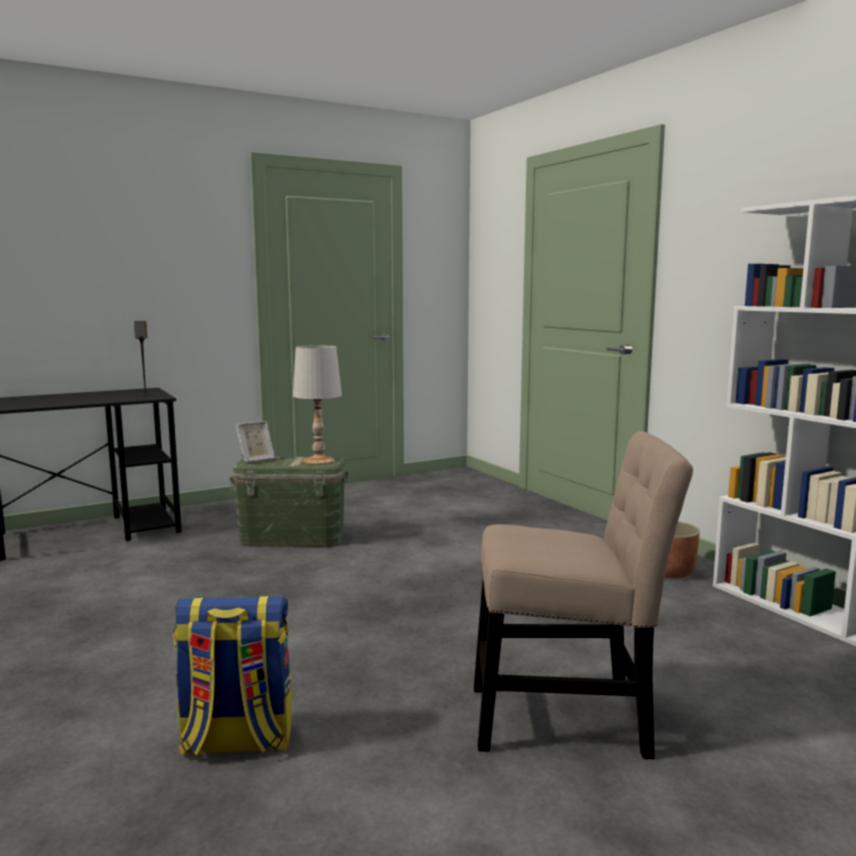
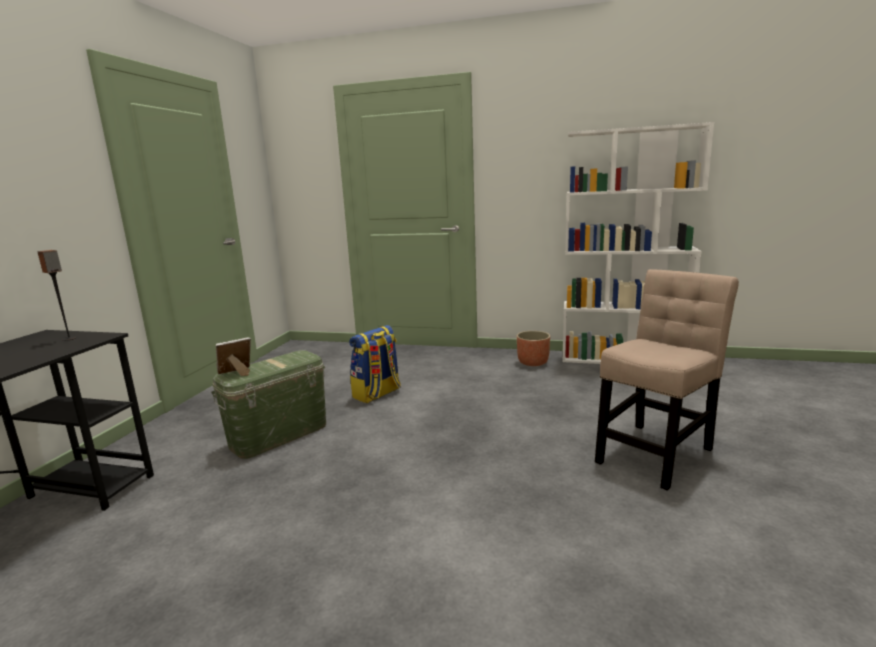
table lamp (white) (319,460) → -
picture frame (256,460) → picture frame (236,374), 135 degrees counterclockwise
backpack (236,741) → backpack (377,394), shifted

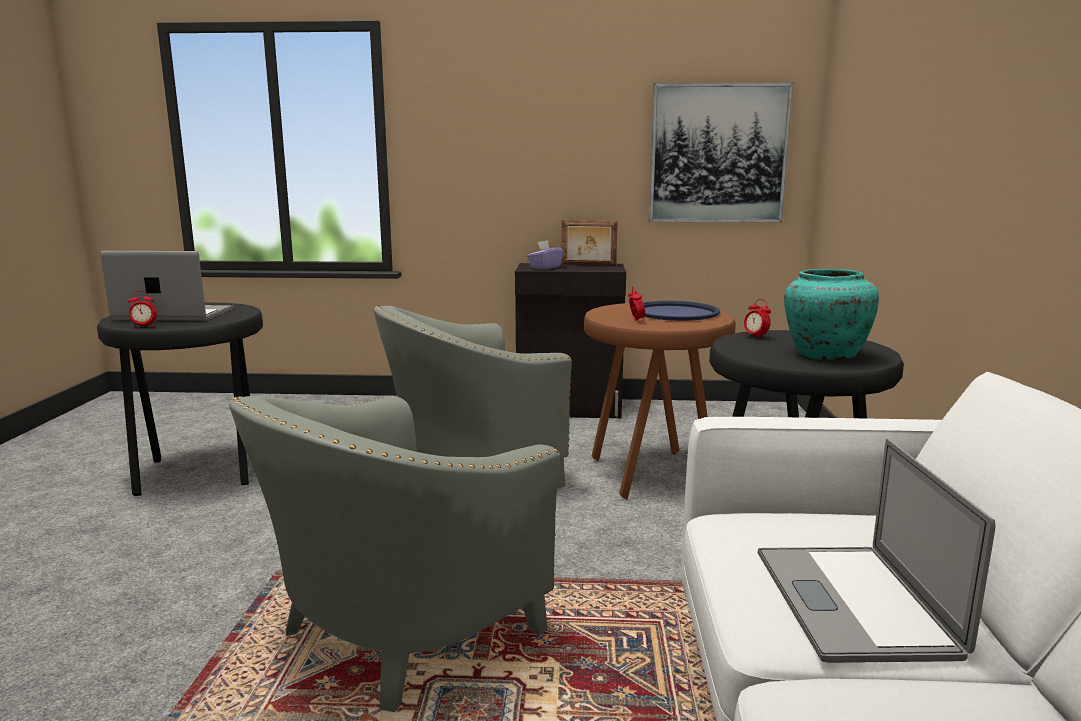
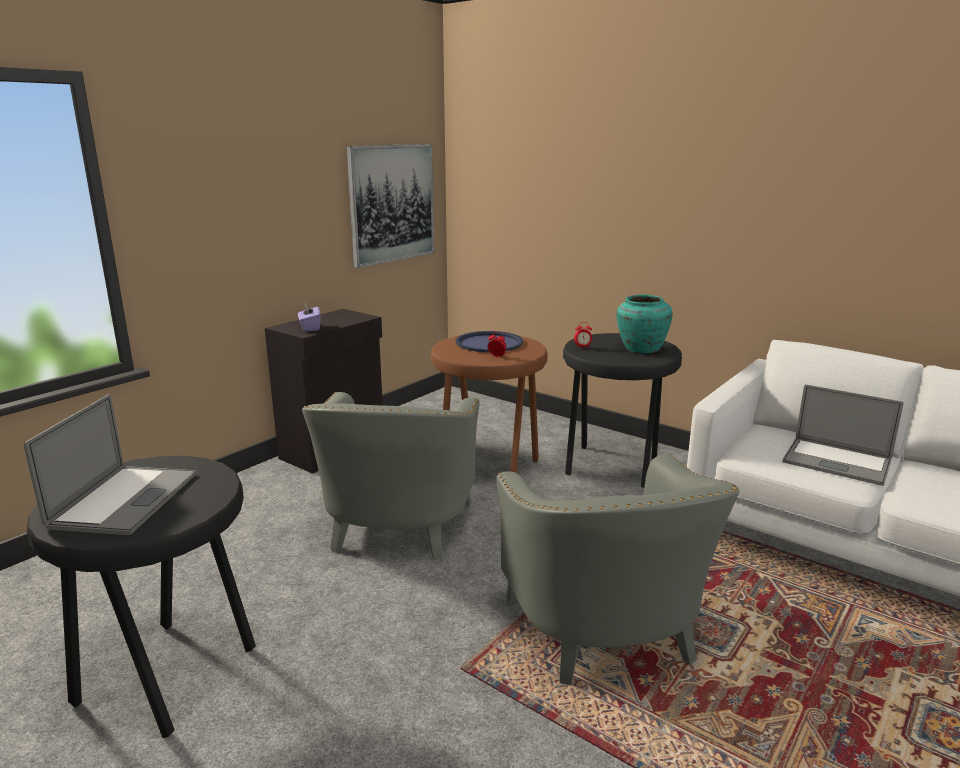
picture frame (588,265) → -
laptop (174,314) → laptop (125,500), 150 degrees clockwise
alarm clock (144,327) → -

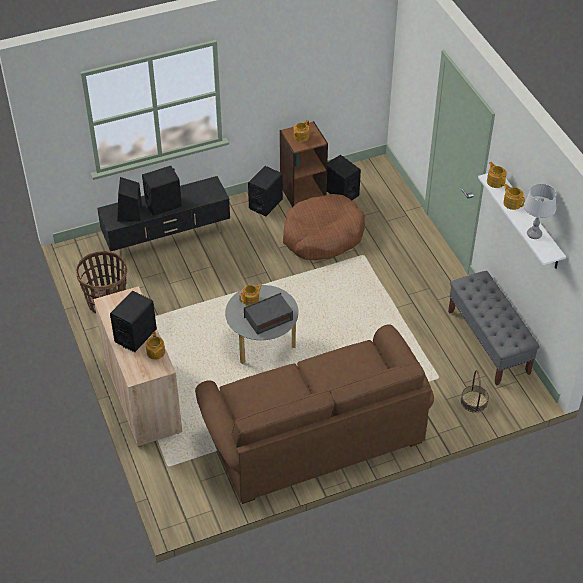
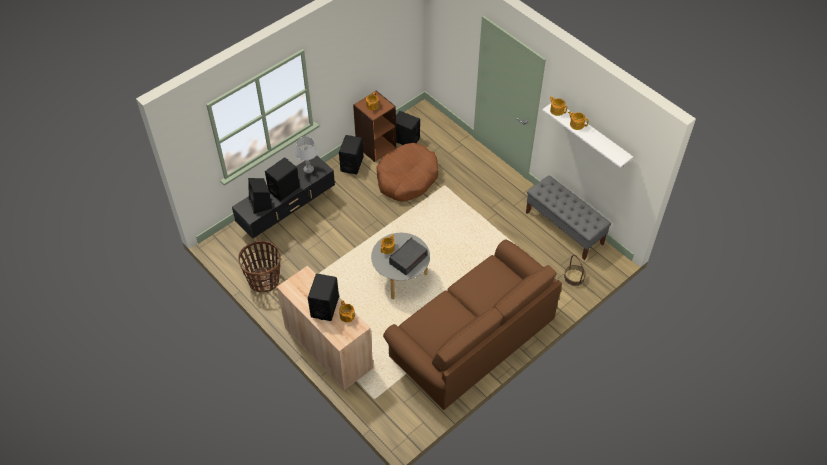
table lamp (grey) (534,234) → table lamp (grey) (308,170), shifted

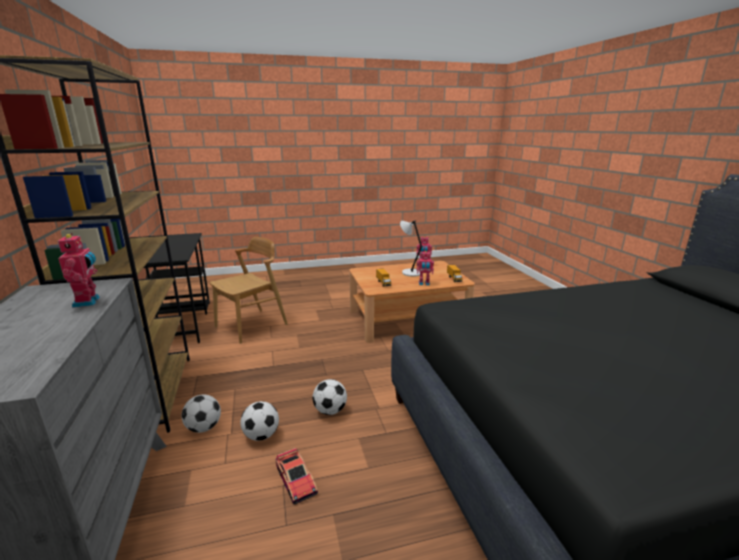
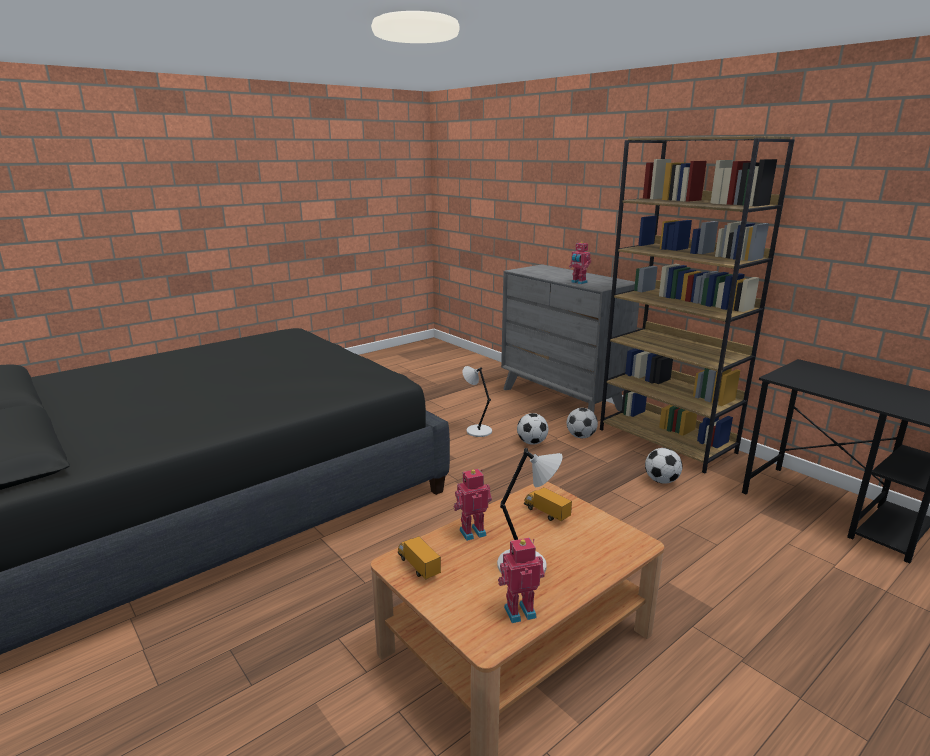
chair (brown) (252,325) → -
football (330,410) → football (661,481), shifted
toy car (296,481) → table lamp (grey) (477,431)

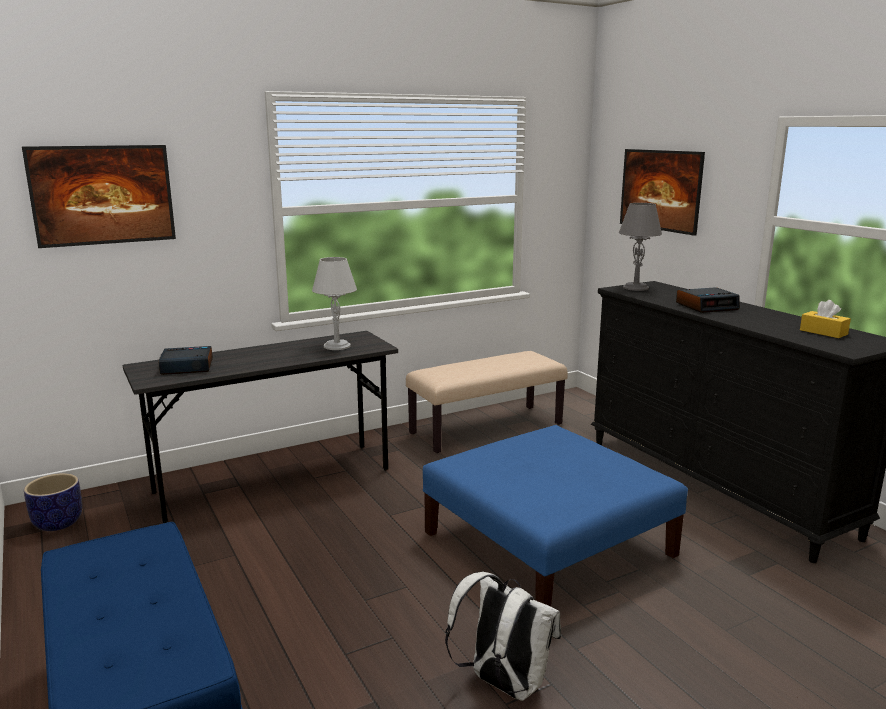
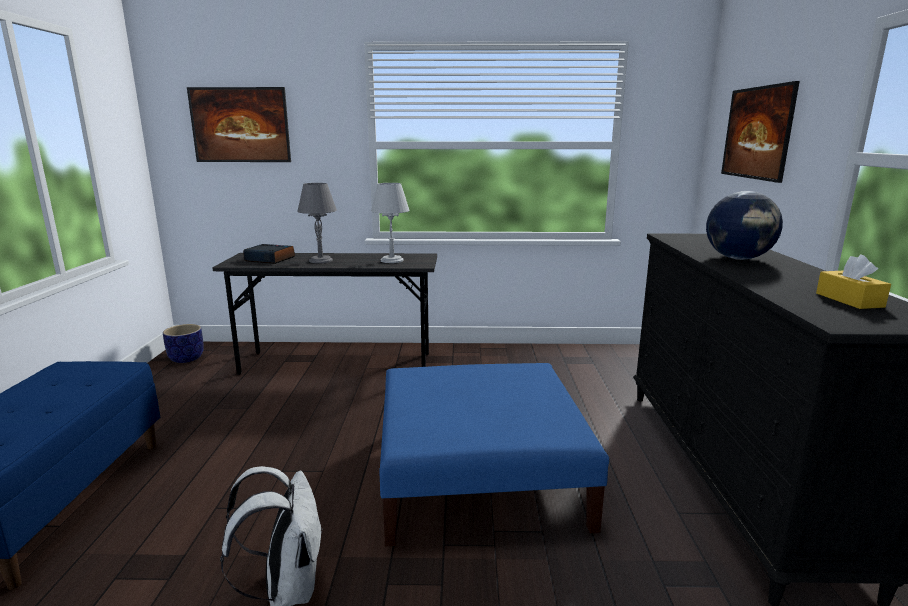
table lamp (grey) (636,288) → table lamp (grey) (321,260), shifted
alarm clock (707,306) → globe (738,258)
bench (beige) (486,428) → -

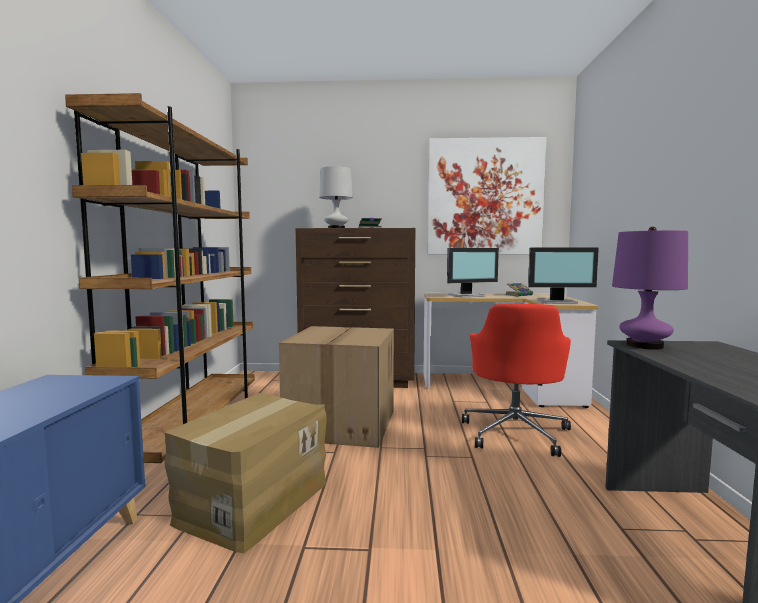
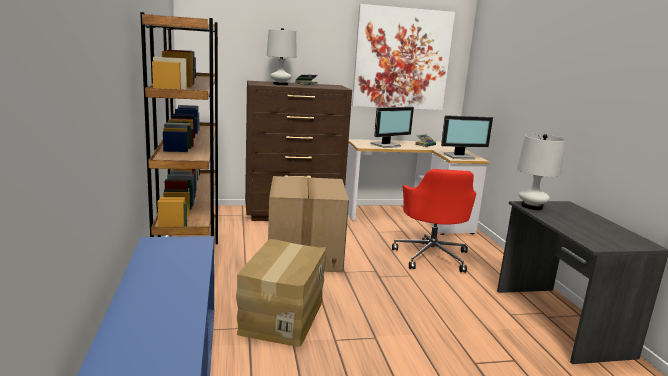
table lamp (purple) (644,346) → table lamp (white) (531,206)

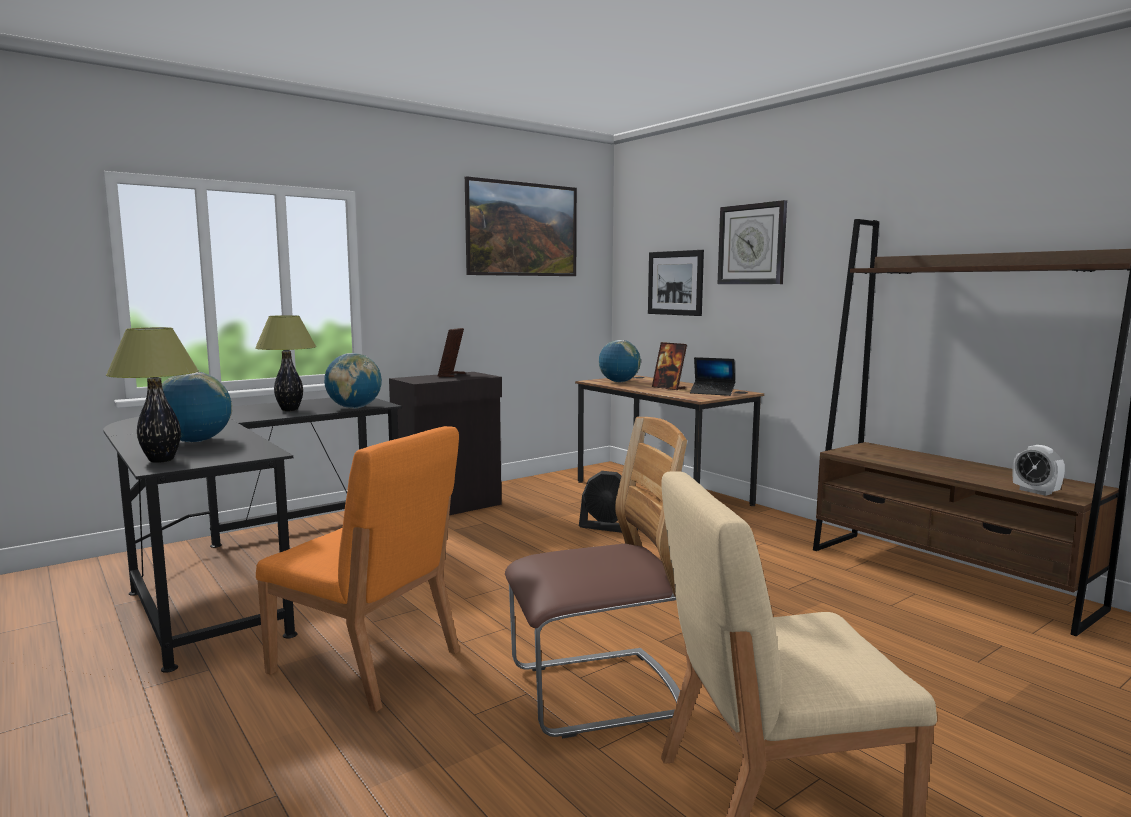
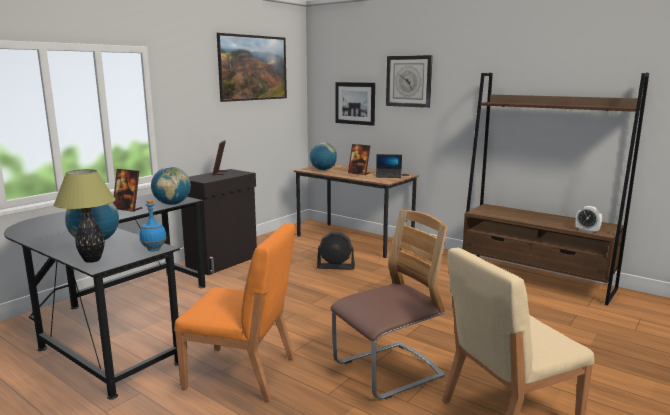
table lamp (290,410) → picture frame (127,209)
- → bottle (blue) (153,249)

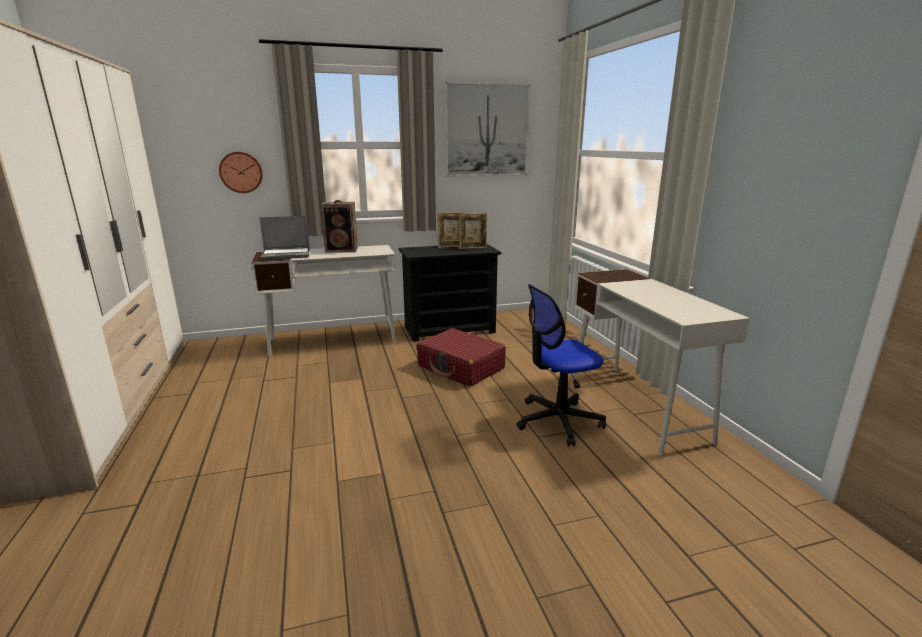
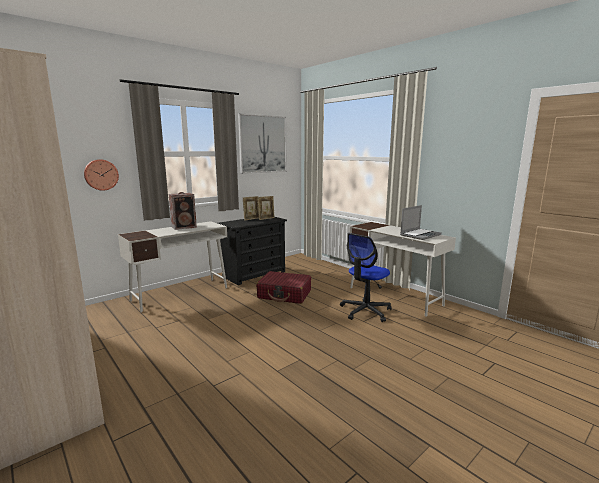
laptop (287,255) → laptop (420,235), shifted

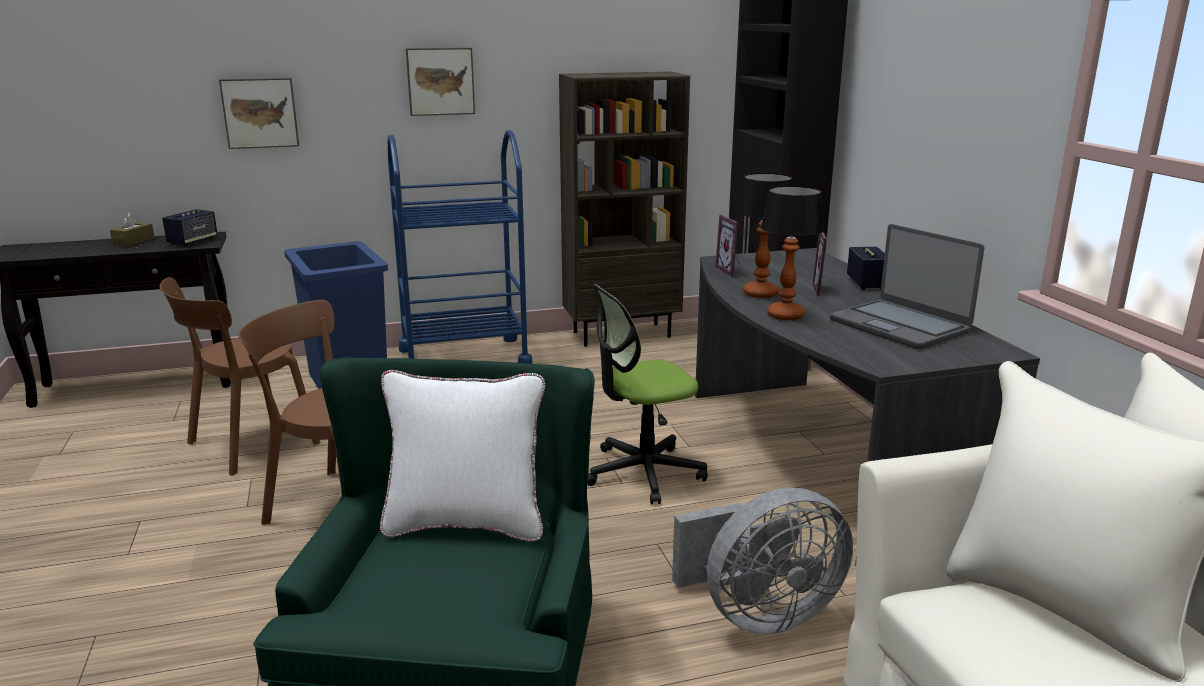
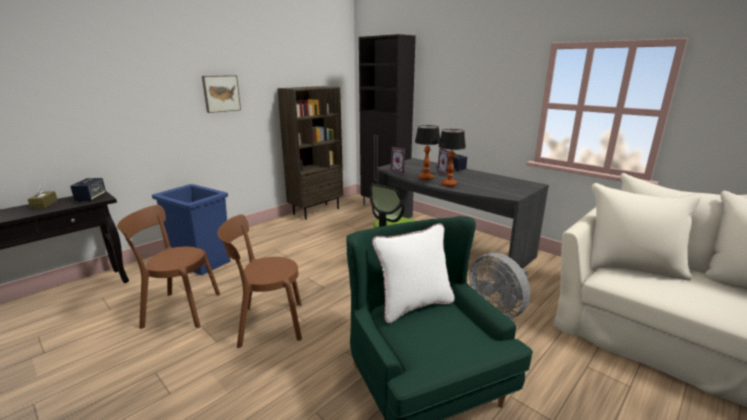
picture (260,112) → -
cart (blue) (464,358) → -
laptop (899,326) → -
chair (brown) (247,445) → chair (brown) (178,310), 75 degrees clockwise
fan (grey) (760,615) → fan (grey) (498,309), 105 degrees clockwise

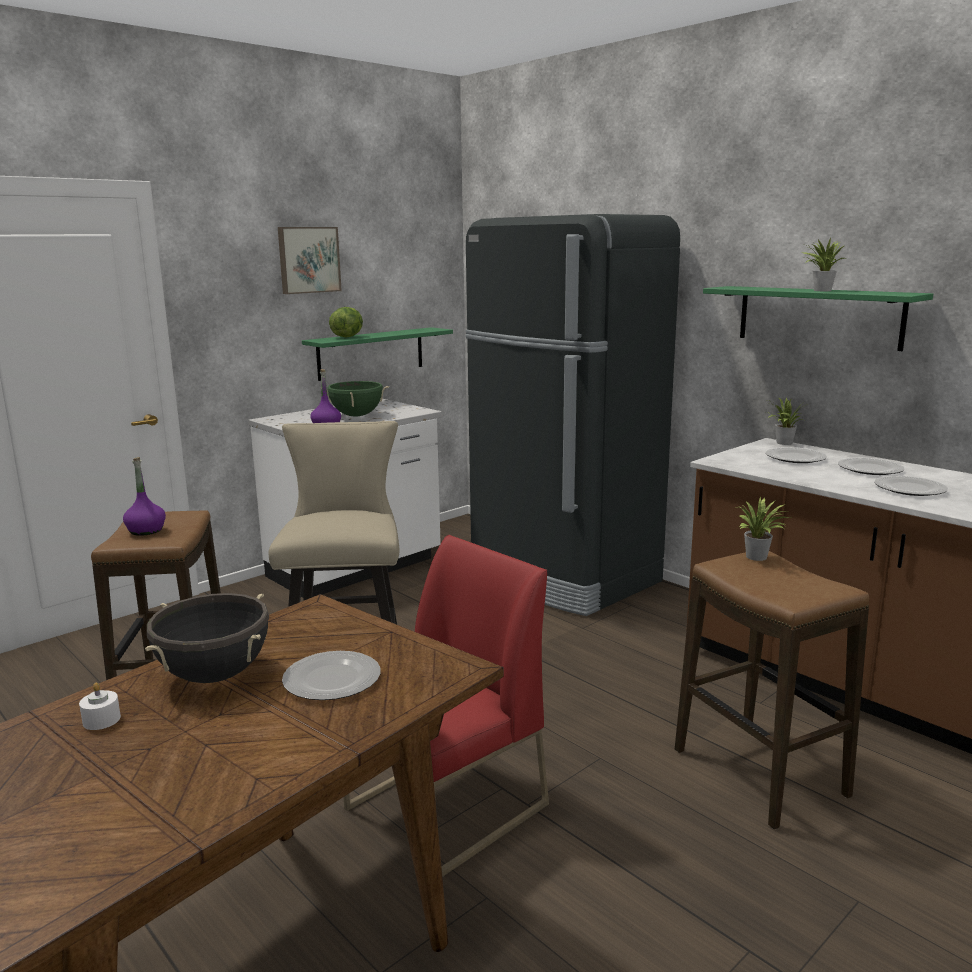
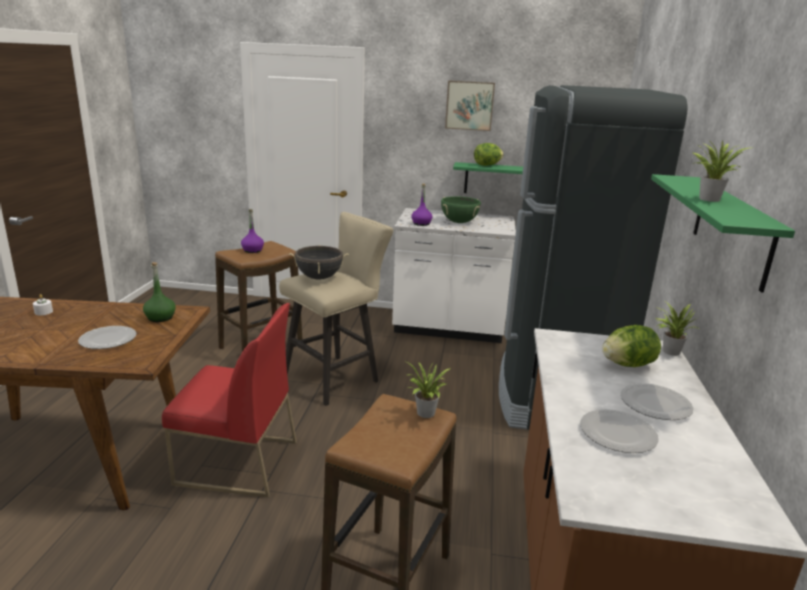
plate (796,458) → lettuce (627,365)
cooking pot (black) (214,675) → cooking pot (black) (319,278), shifted
- → bottle (green) (160,317)

